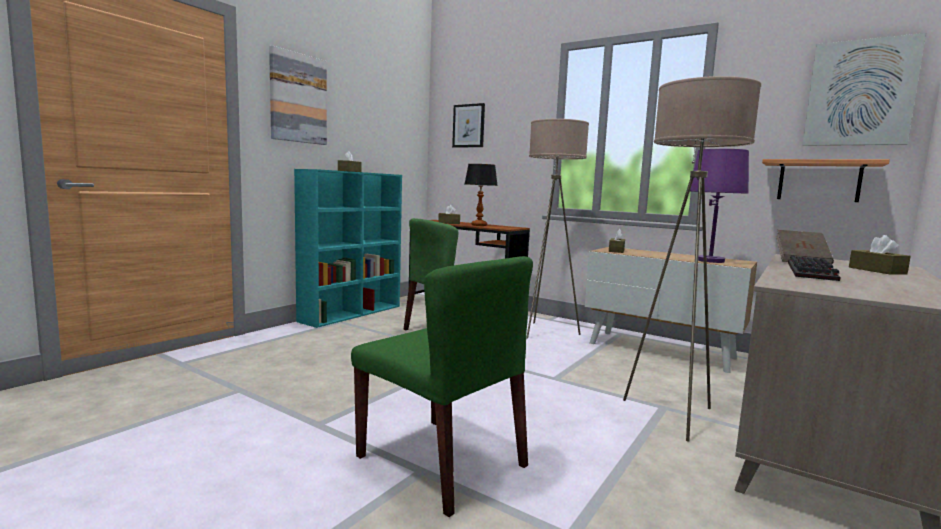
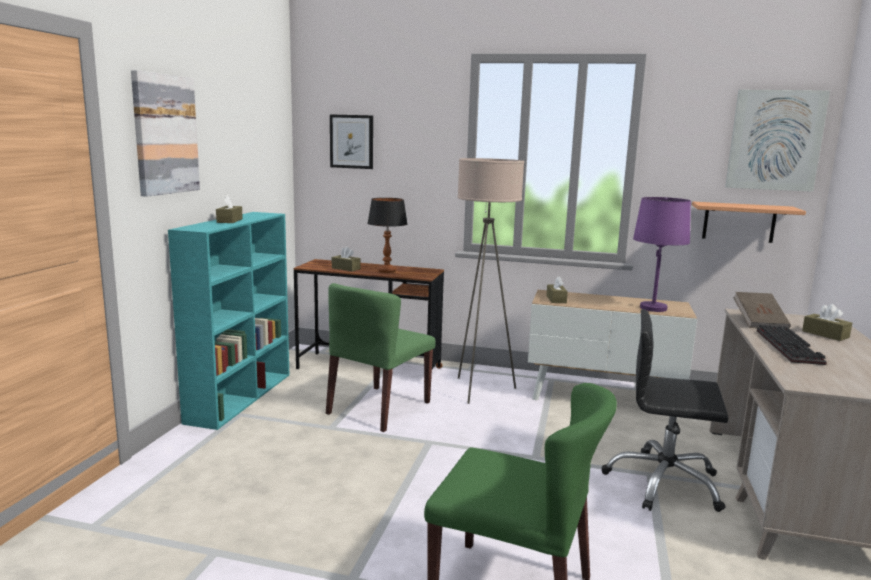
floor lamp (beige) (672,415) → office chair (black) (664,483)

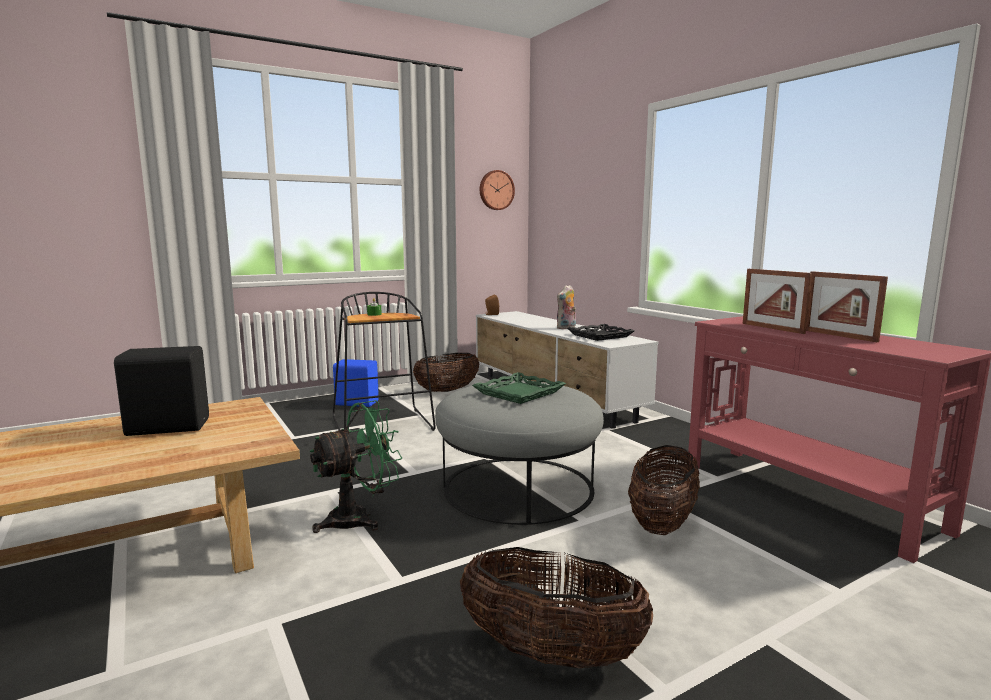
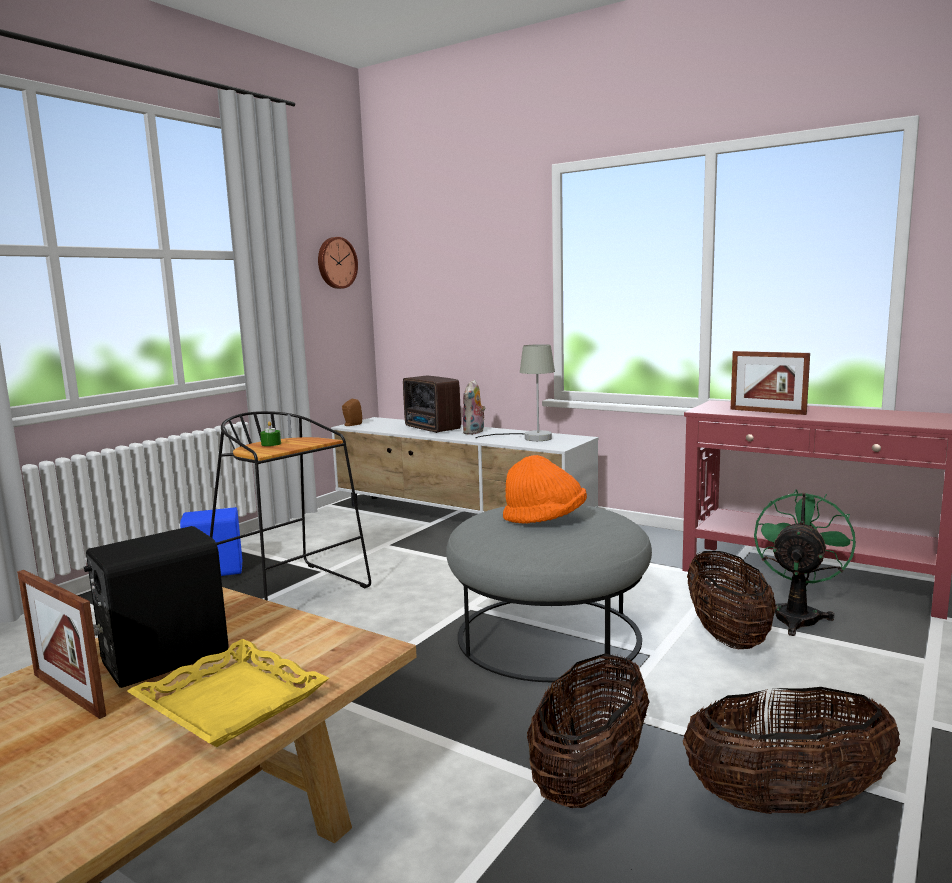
picture frame (839,335) → picture frame (68,694), shifted
tray (black) (600,336) → table lamp (grey) (529,438)
basket (447,390) → basket (590,778), shifted
tray (green) (518,393) → hat (orange) (545,520)
fan (green) (359,518) → fan (green) (797,615), shifted
- → radio (432,429)
- → tray (yellow) (232,701)

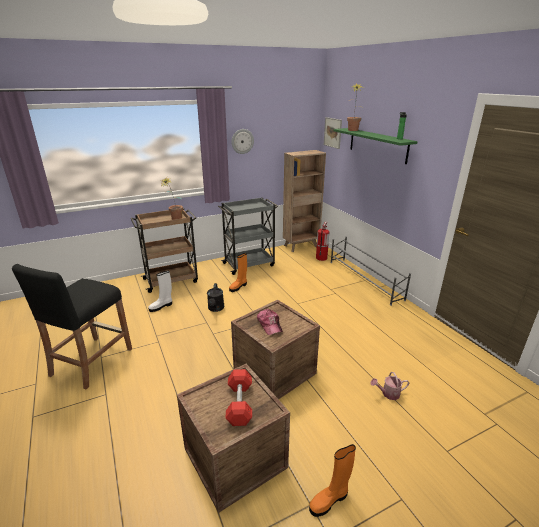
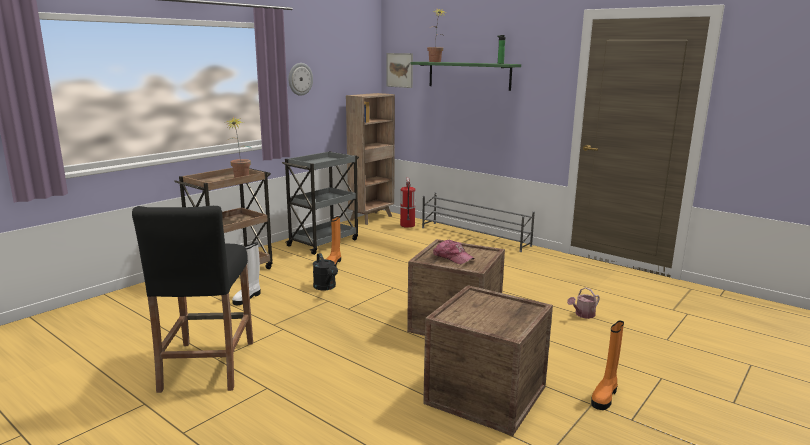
dumbbell (red) (239,404) → -

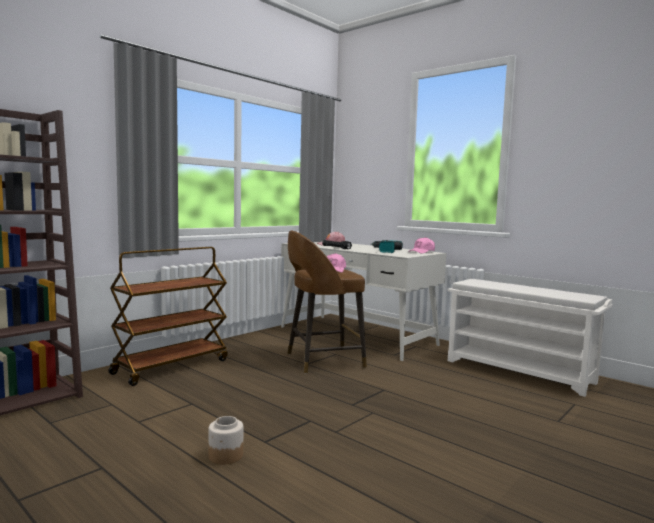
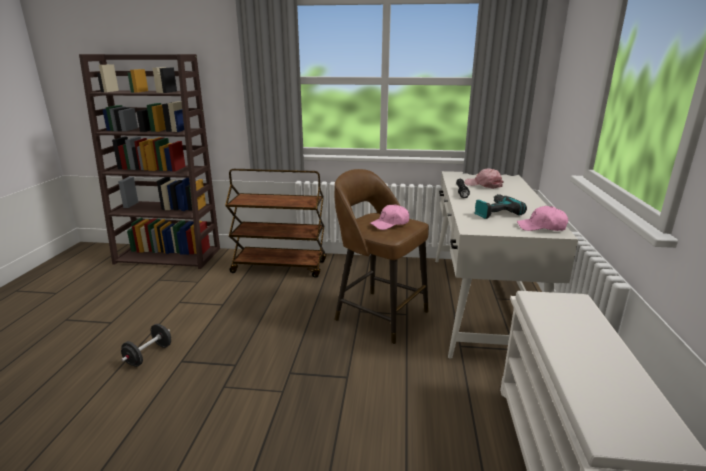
jar (225,455) → dumbbell (black) (149,355)

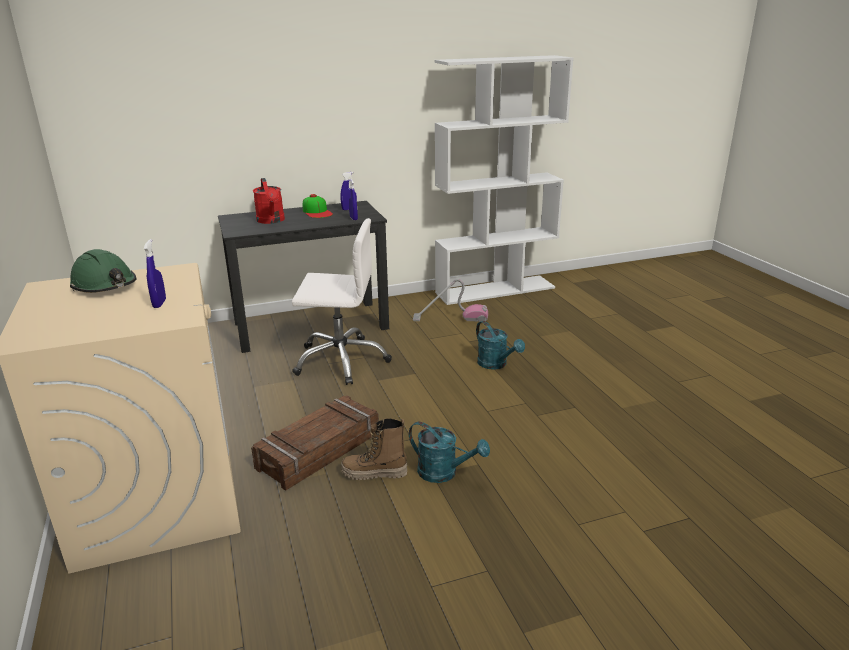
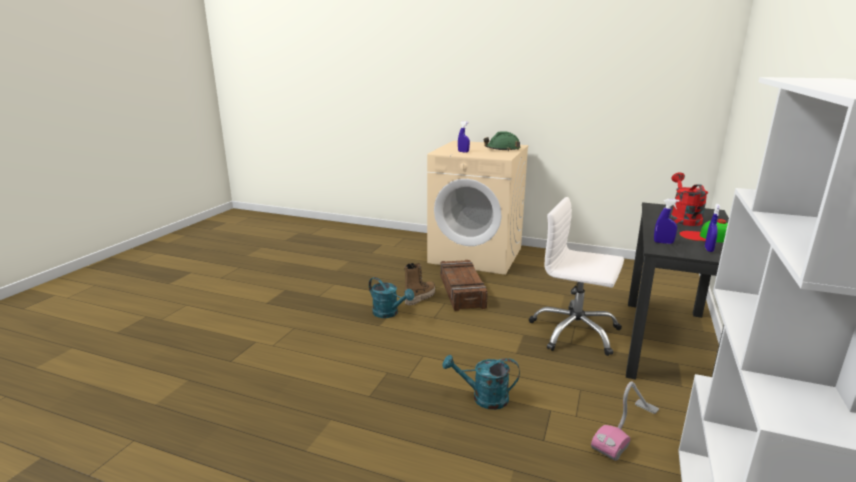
watering can (red) (271,221) → watering can (red) (683,219), 75 degrees clockwise
office chair (white) (341,360) → office chair (white) (574,332), 75 degrees clockwise
watering can (turquoise) (444,473) → watering can (turquoise) (389,313), 120 degrees counterclockwise

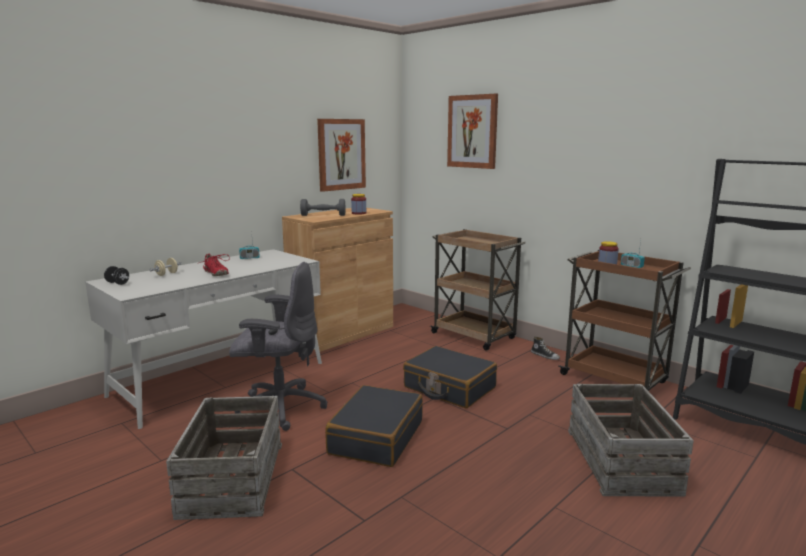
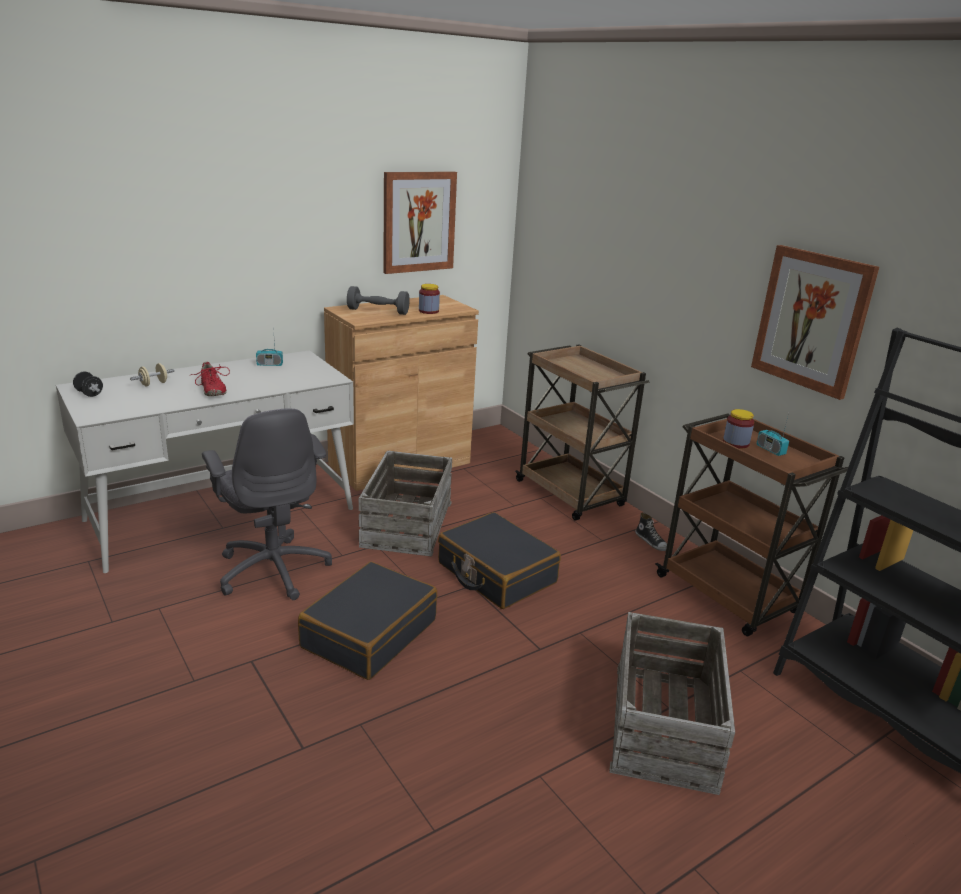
picture (472,131) → picture (812,320), shifted
office chair (grey) (279,407) → office chair (grey) (273,569), 45 degrees clockwise
crate (231,478) → crate (406,523), shifted

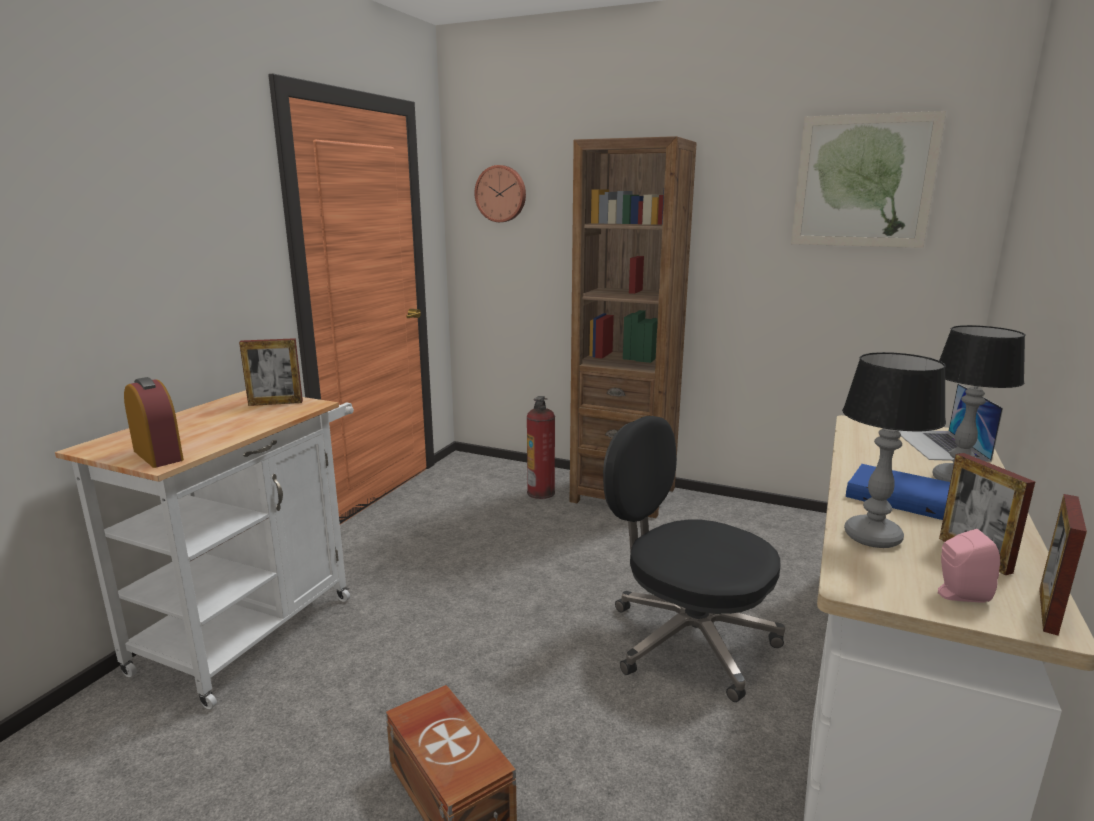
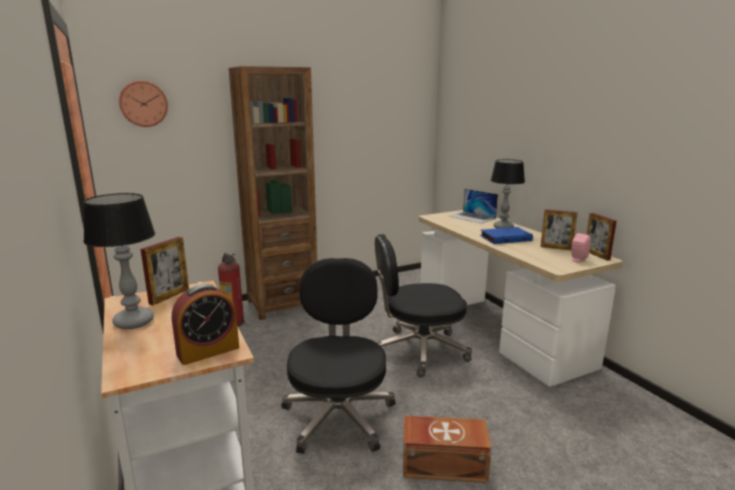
picture (863,181) → -
table lamp (872,537) → table lamp (133,322), shifted
alarm clock (158,455) → alarm clock (208,351), 150 degrees clockwise
- → office chair (black) (338,415)

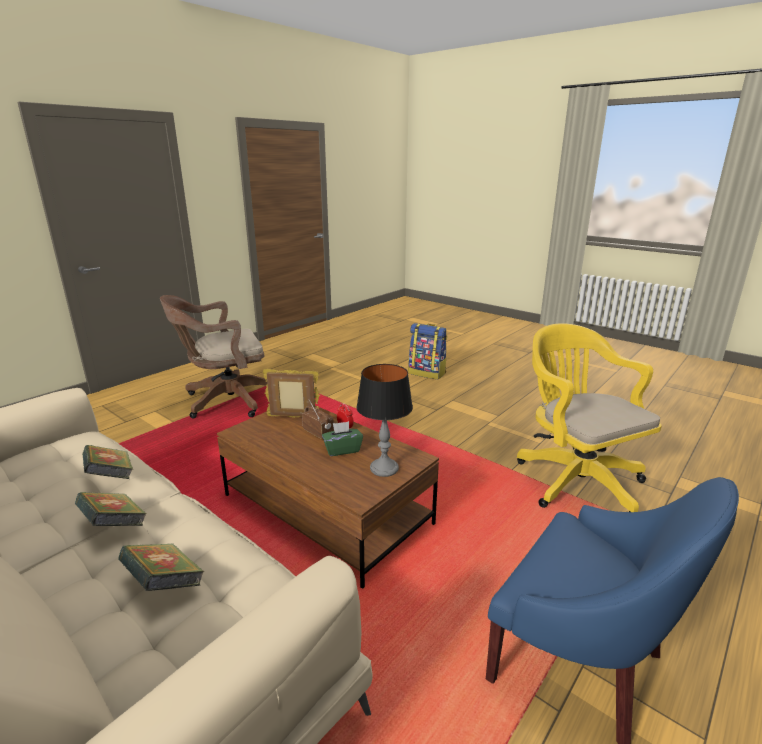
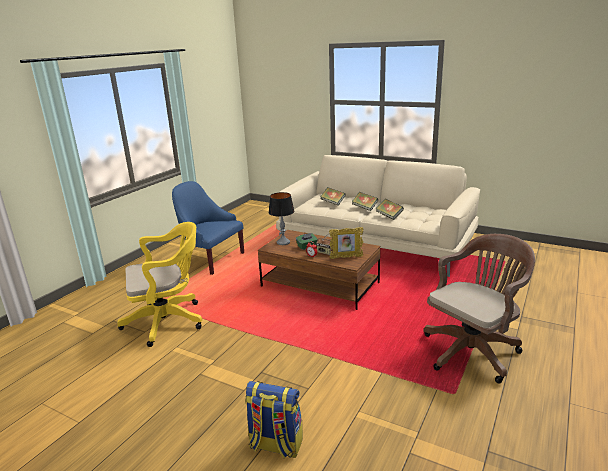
office chair (yellow) (574,479) → office chair (yellow) (169,321), 75 degrees counterclockwise

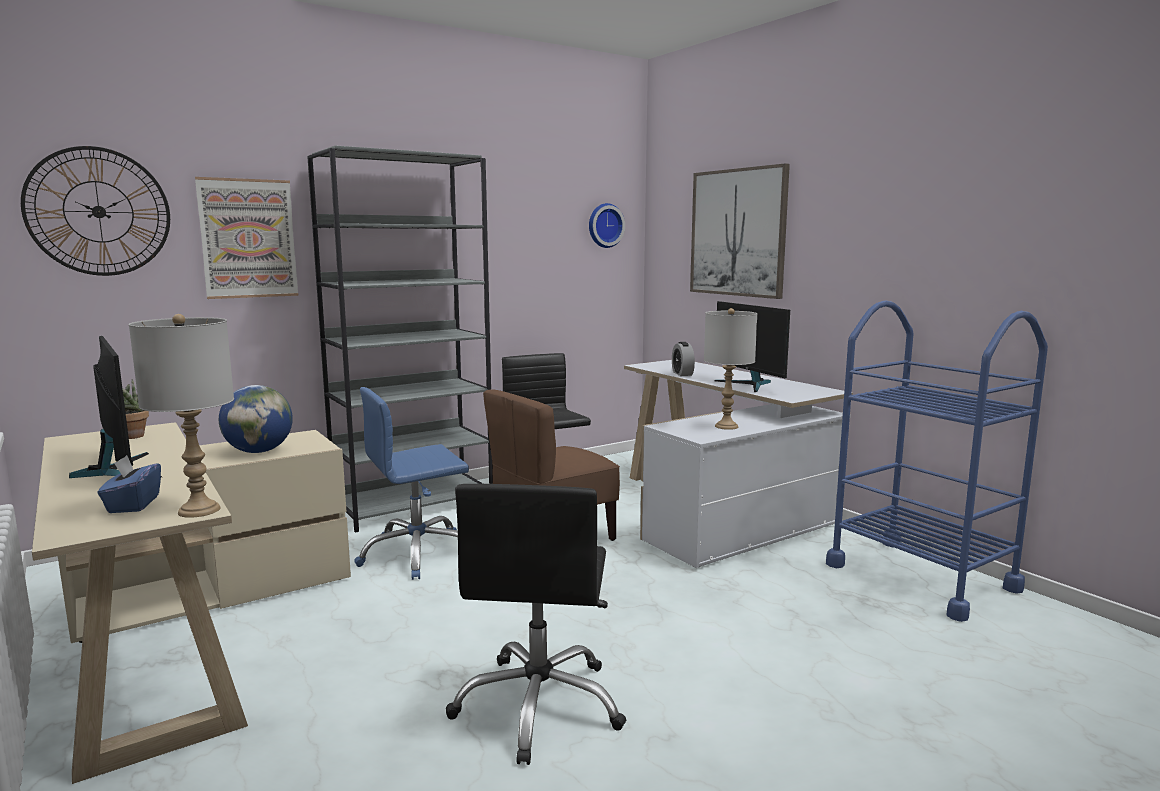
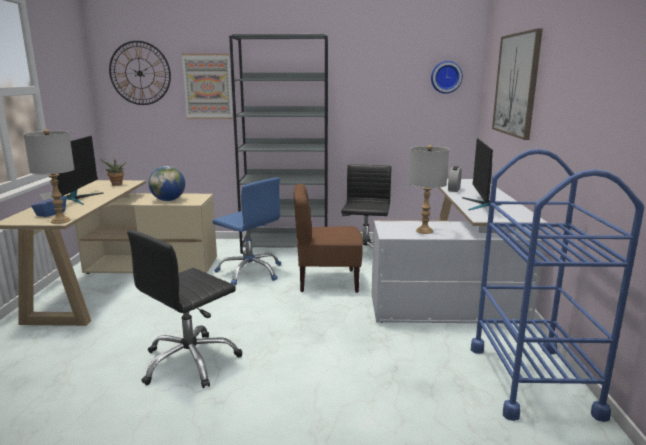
office chair (blue) (417,554) → office chair (blue) (250,272), 150 degrees counterclockwise

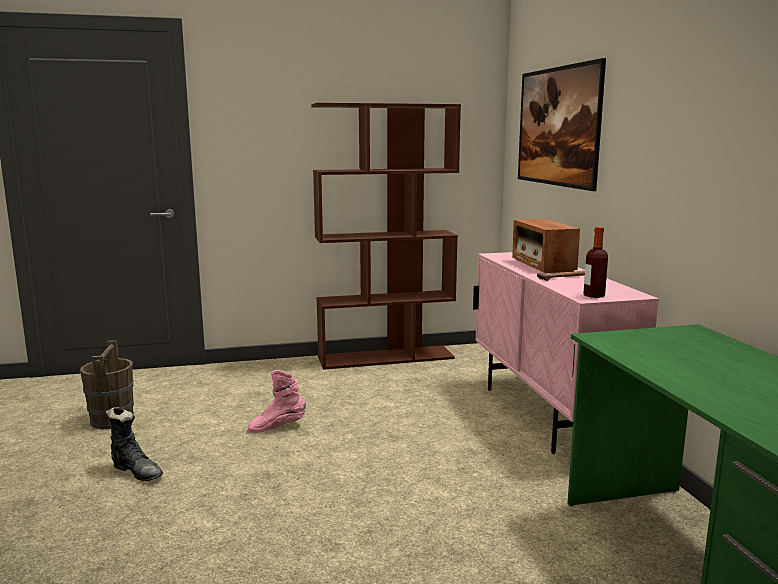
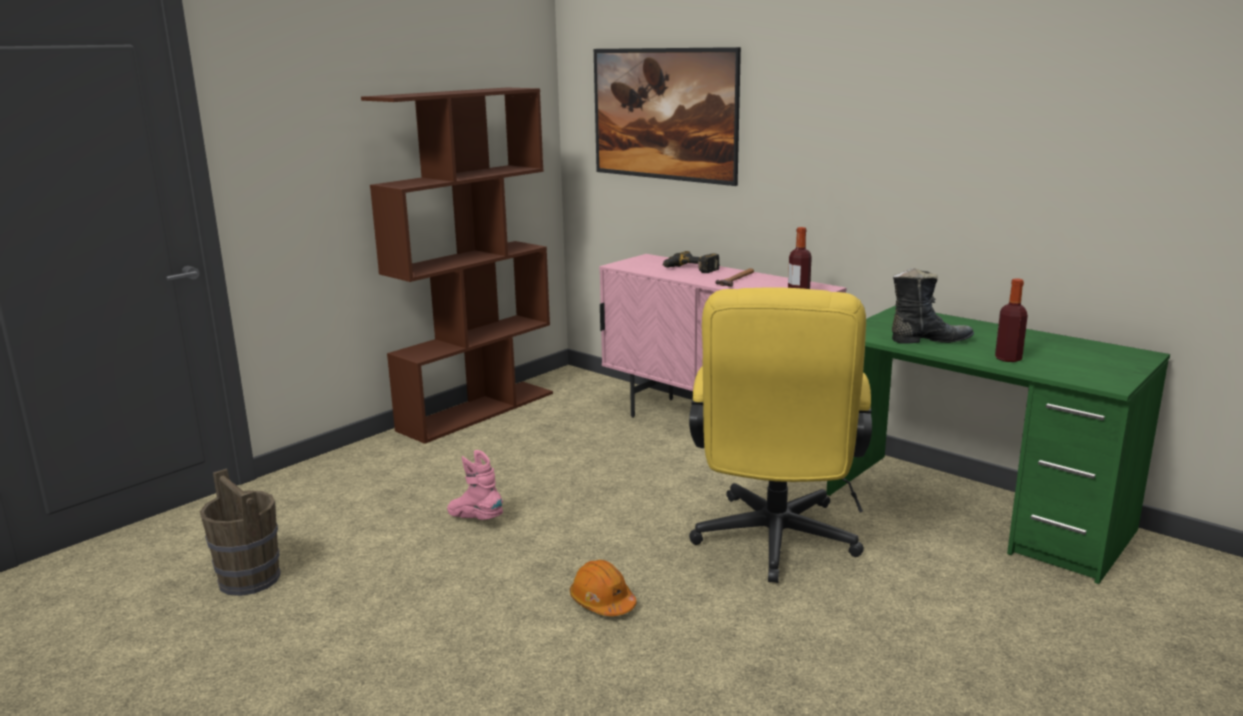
radio (542,265) → power drill (689,269)
boot (pink) (277,427) → boot (pink) (475,519), 90 degrees clockwise
boot (black) (137,472) → boot (black) (929,340), shifted
- → bottle (1008,358)
- → office chair (yellow) (774,545)
- → hard hat (orange) (602,602)

